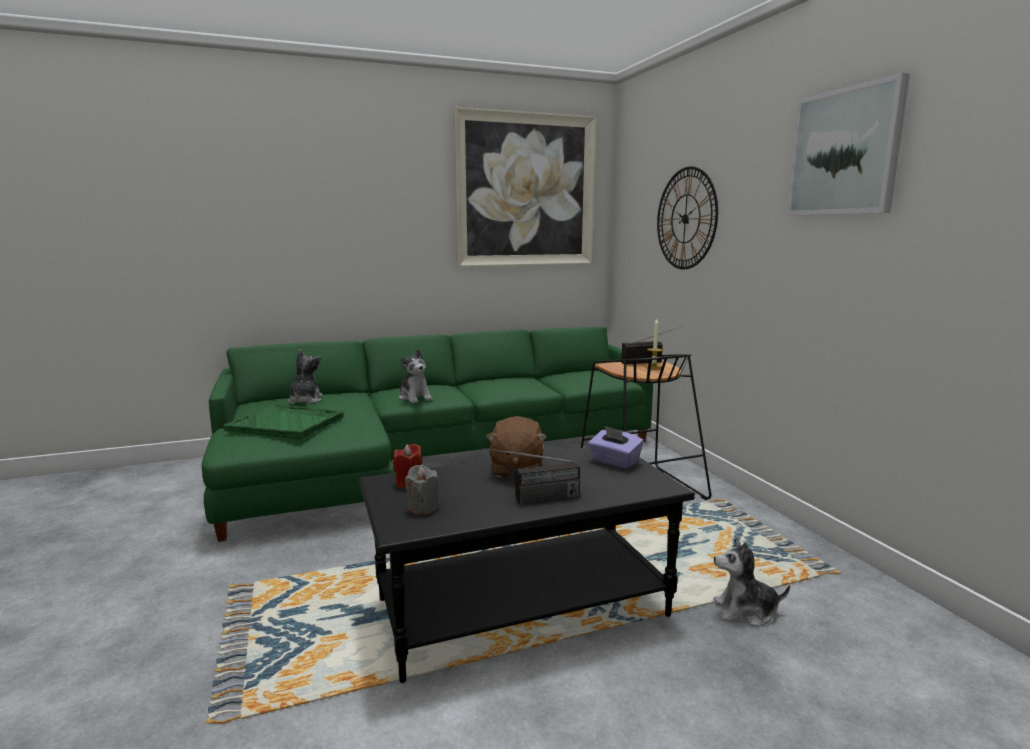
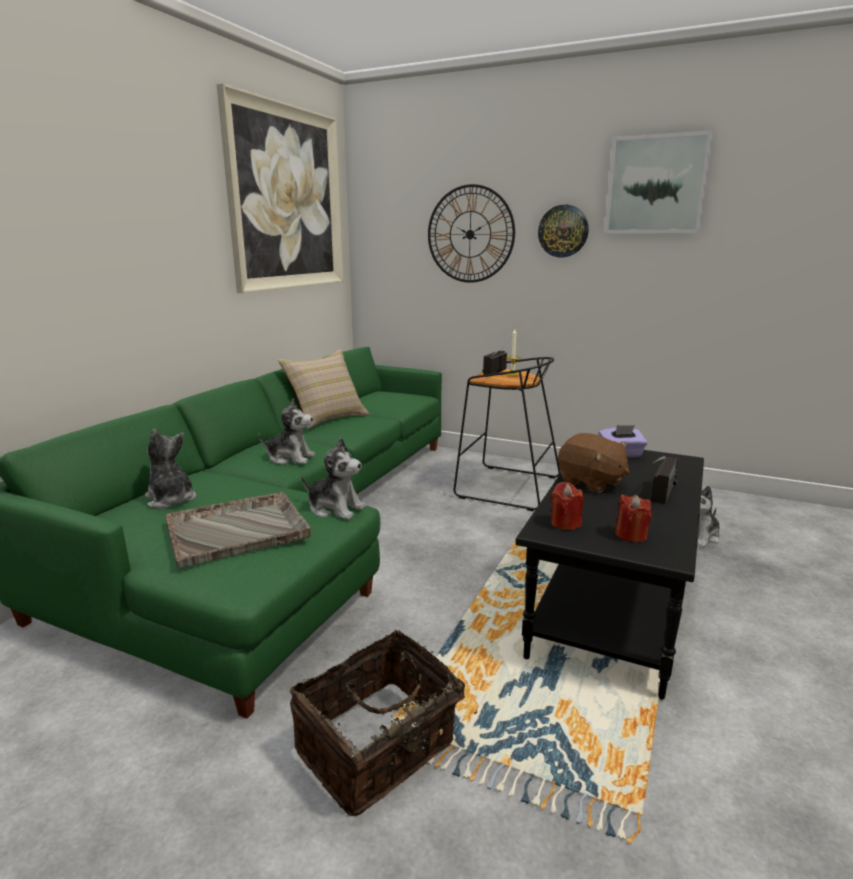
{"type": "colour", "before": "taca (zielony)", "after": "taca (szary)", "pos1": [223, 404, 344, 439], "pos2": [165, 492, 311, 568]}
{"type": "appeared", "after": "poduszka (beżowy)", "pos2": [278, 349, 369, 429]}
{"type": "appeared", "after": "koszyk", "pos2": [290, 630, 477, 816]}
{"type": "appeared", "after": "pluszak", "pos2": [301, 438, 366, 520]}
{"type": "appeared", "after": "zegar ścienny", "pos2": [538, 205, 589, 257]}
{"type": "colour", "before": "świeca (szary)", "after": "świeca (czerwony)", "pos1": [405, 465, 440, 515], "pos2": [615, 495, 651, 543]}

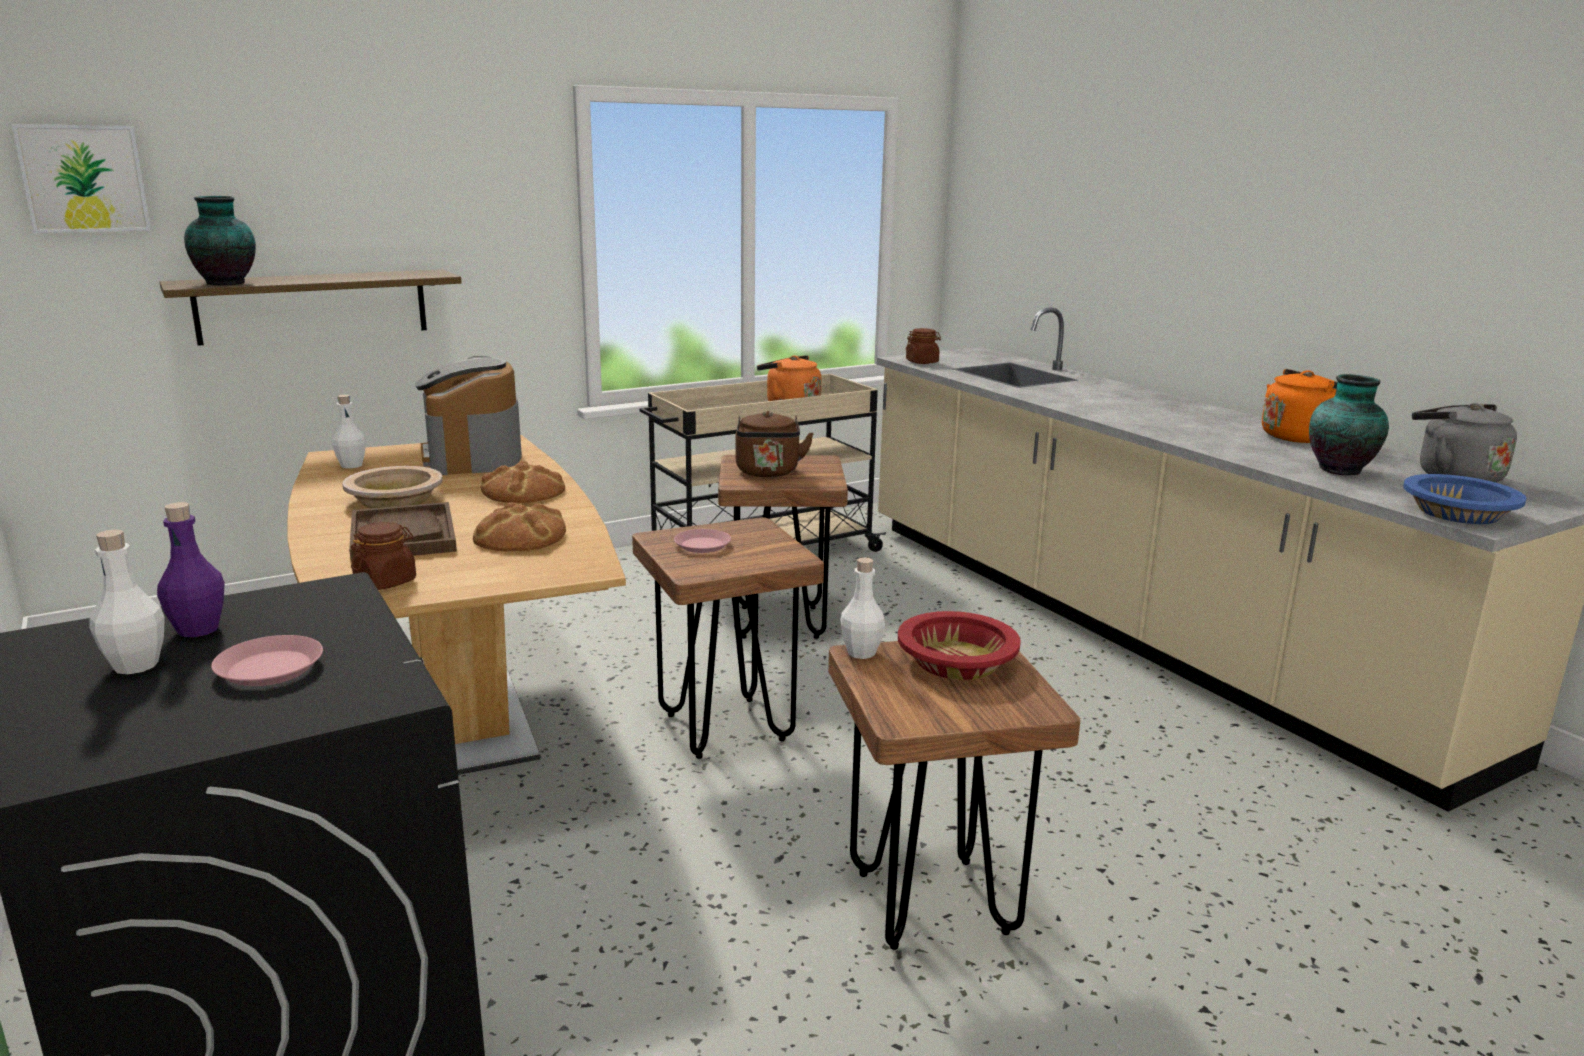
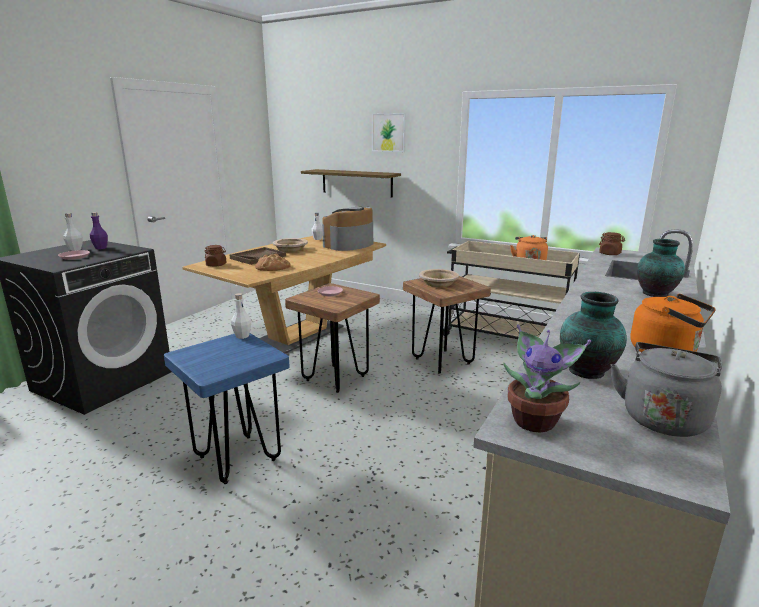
{"type": "colour", "before": "stołek (brązowy)", "after": "stołek (niebieski)", "pos1": [828, 641, 1080, 950], "pos2": [164, 333, 290, 484]}
{"type": "relocated", "before": "obraz", "pos1": [12, 124, 151, 233], "pos2": [372, 113, 406, 152]}
{"type": "exchanged", "before": "czajnik (brązowy)", "after": "miska (beżowy)", "pos1": [735, 411, 814, 477], "pos2": [419, 269, 459, 287]}
{"type": "exchanged", "before": "miska (niebieski)", "after": "roślina doniczkowa", "pos1": [1403, 474, 1526, 524], "pos2": [503, 324, 591, 433]}
{"type": "relocated", "before": "wazon", "pos1": [184, 196, 256, 285], "pos2": [637, 239, 685, 297]}
{"type": "missing", "before": "chleb", "pos1": [481, 460, 565, 503]}
{"type": "missing", "before": "miska (czerwony)", "pos1": [898, 611, 1021, 680]}

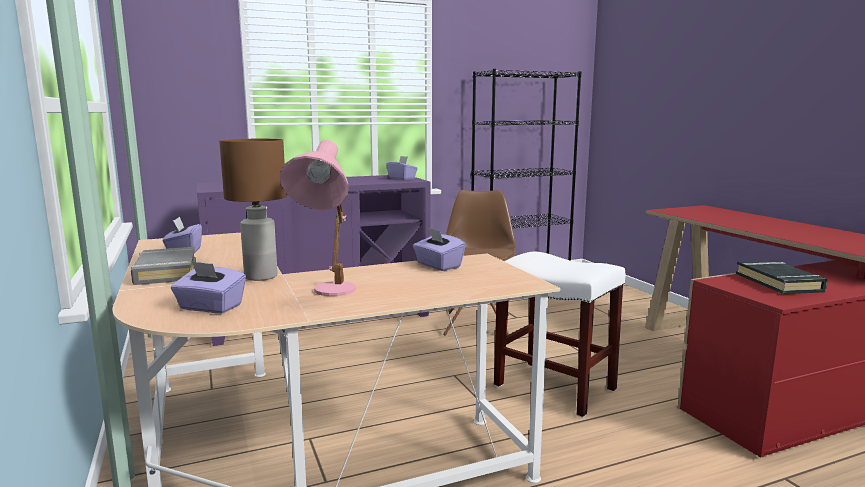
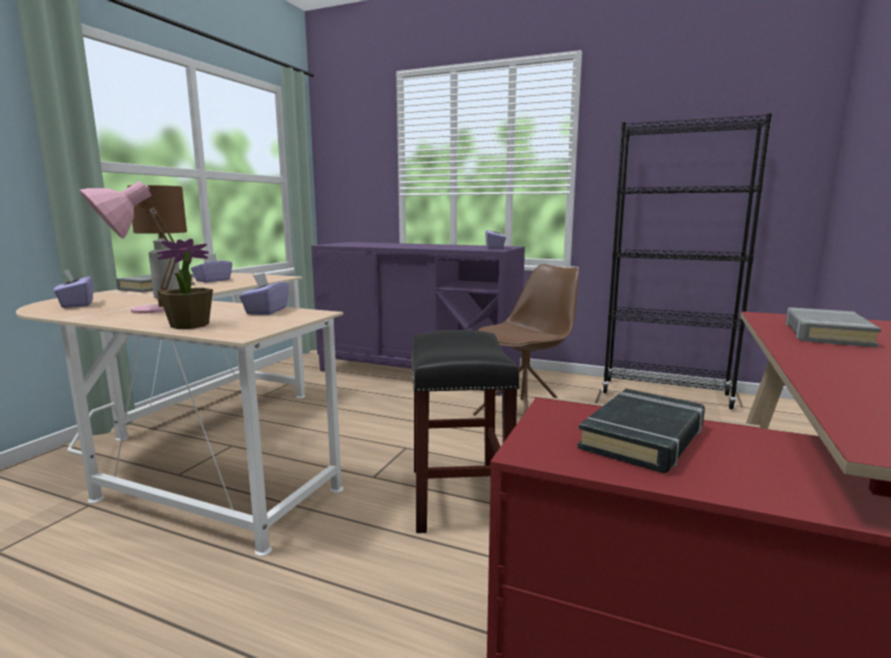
{"type": "appeared", "after": "roślina doniczkowa", "pos2": [156, 239, 213, 329]}
{"type": "colour", "before": "stołek (biały)", "after": "stołek (czarny)", "pos1": [494, 252, 625, 418], "pos2": [412, 330, 520, 533]}
{"type": "appeared", "after": "książka (szary)", "pos2": [786, 307, 881, 348]}

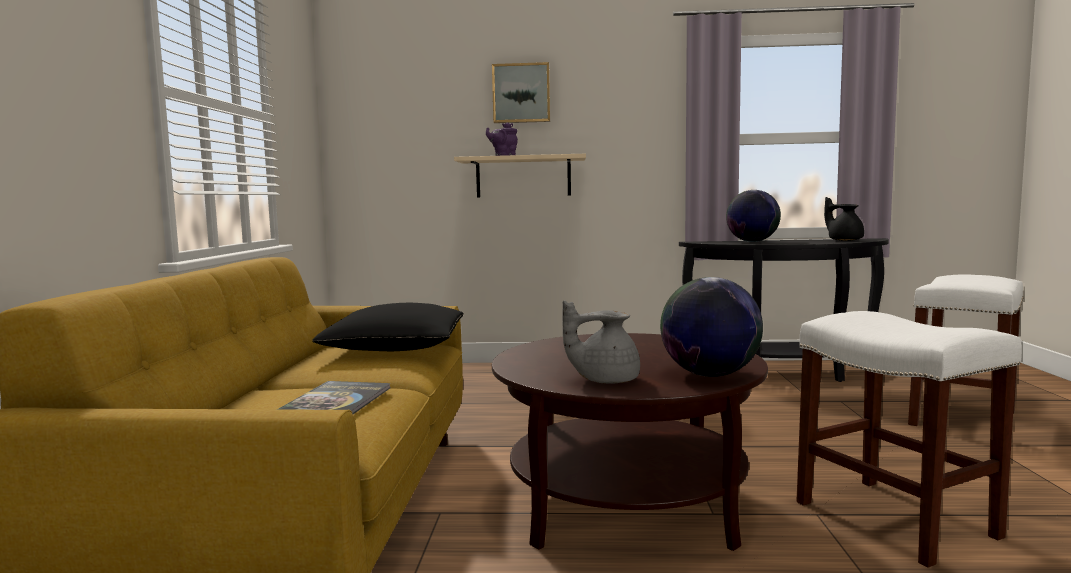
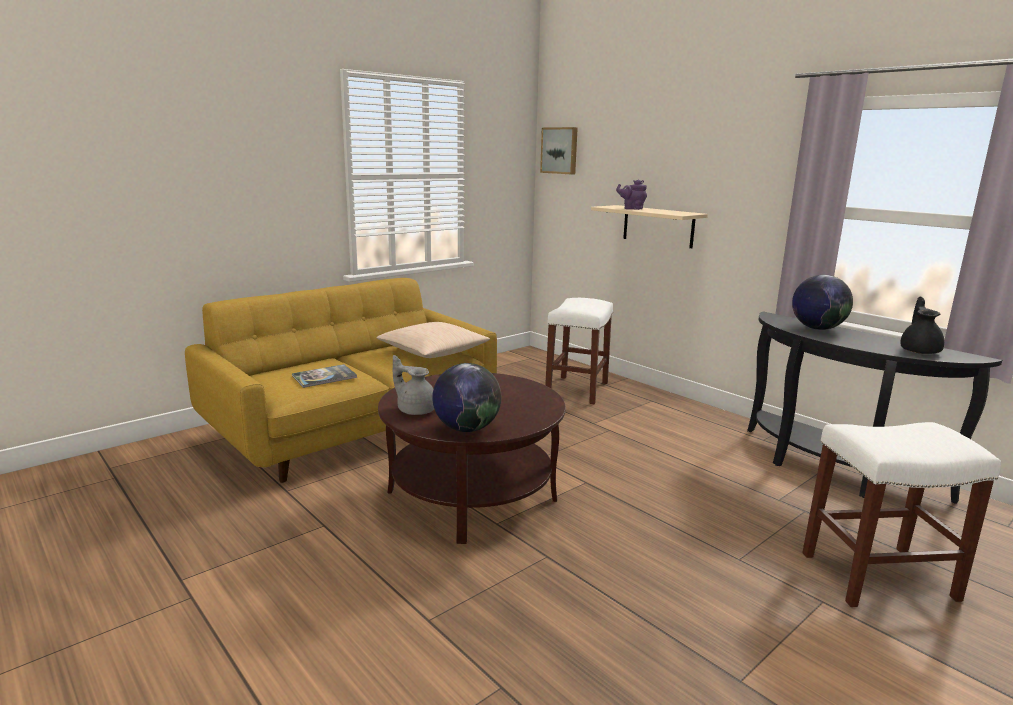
{"type": "colour", "before": "poduszka (czarny)", "after": "poduszka (beżowy)", "pos1": [312, 303, 464, 351], "pos2": [376, 322, 490, 358]}
{"type": "relocated", "before": "obraz", "pos1": [492, 62, 550, 123], "pos2": [540, 127, 578, 174]}
{"type": "relocated", "before": "stołek (biały)", "pos1": [796, 311, 1022, 568], "pos2": [545, 298, 613, 404]}

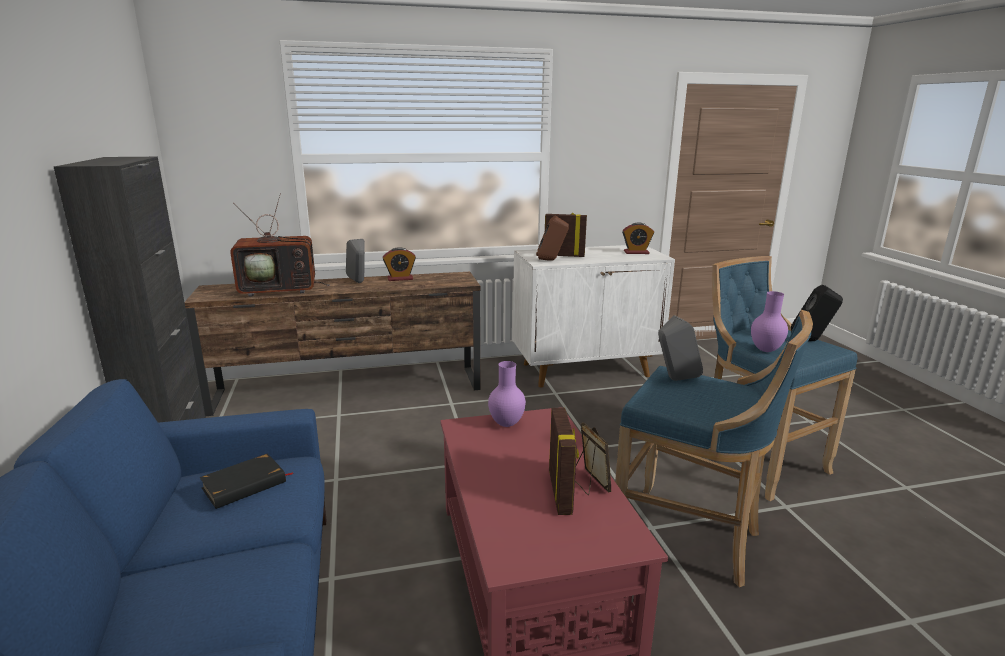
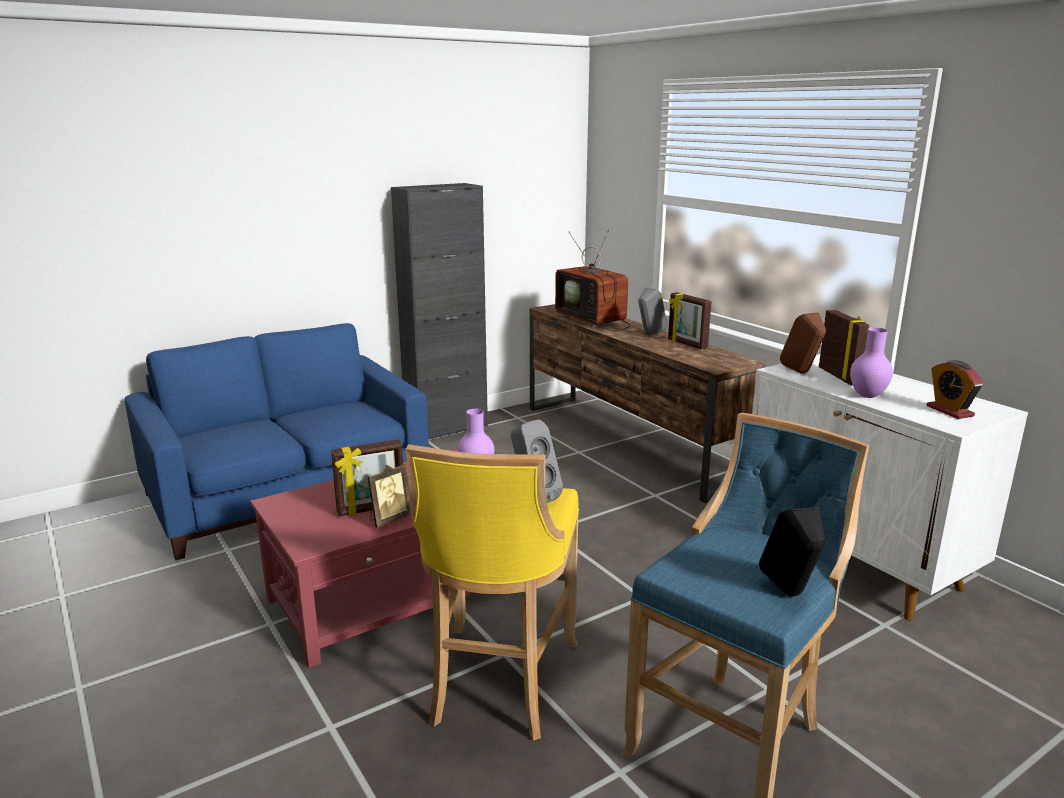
{"type": "colour", "before": "stołek (niebieski)", "after": "stołek (żółty)", "pos1": [615, 310, 813, 587], "pos2": [405, 444, 579, 741]}
{"type": "exchanged", "before": "budzik", "after": "ramka na zdjęcie", "pos1": [383, 247, 416, 281], "pos2": [668, 292, 712, 350]}
{"type": "relocated", "before": "wazon (fioletowy)", "pos1": [751, 291, 788, 352], "pos2": [850, 327, 893, 398]}
{"type": "missing", "before": "książka (czarny)", "pos1": [199, 453, 293, 509]}

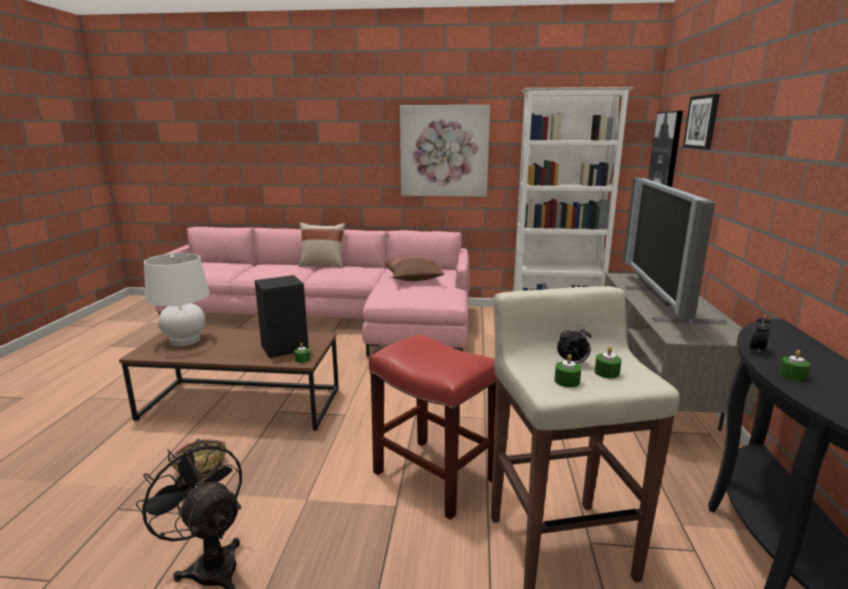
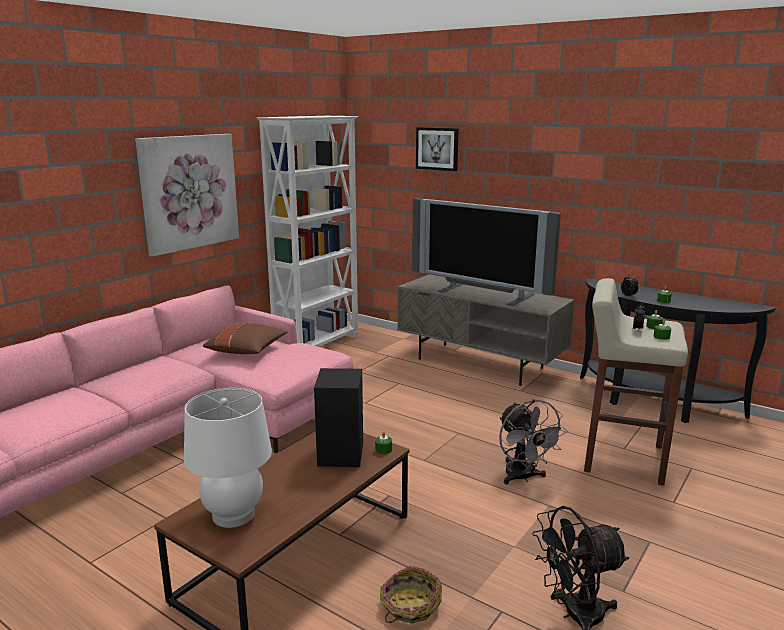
{"type": "exchanged", "before": "stołek (czerwony)", "after": "wentylator (szary)", "pos1": [369, 334, 496, 520], "pos2": [499, 399, 567, 484]}
{"type": "missing", "before": "poduszka (beżowy)", "pos1": [298, 222, 345, 268]}
{"type": "missing", "before": "obraz", "pos1": [648, 111, 683, 187]}

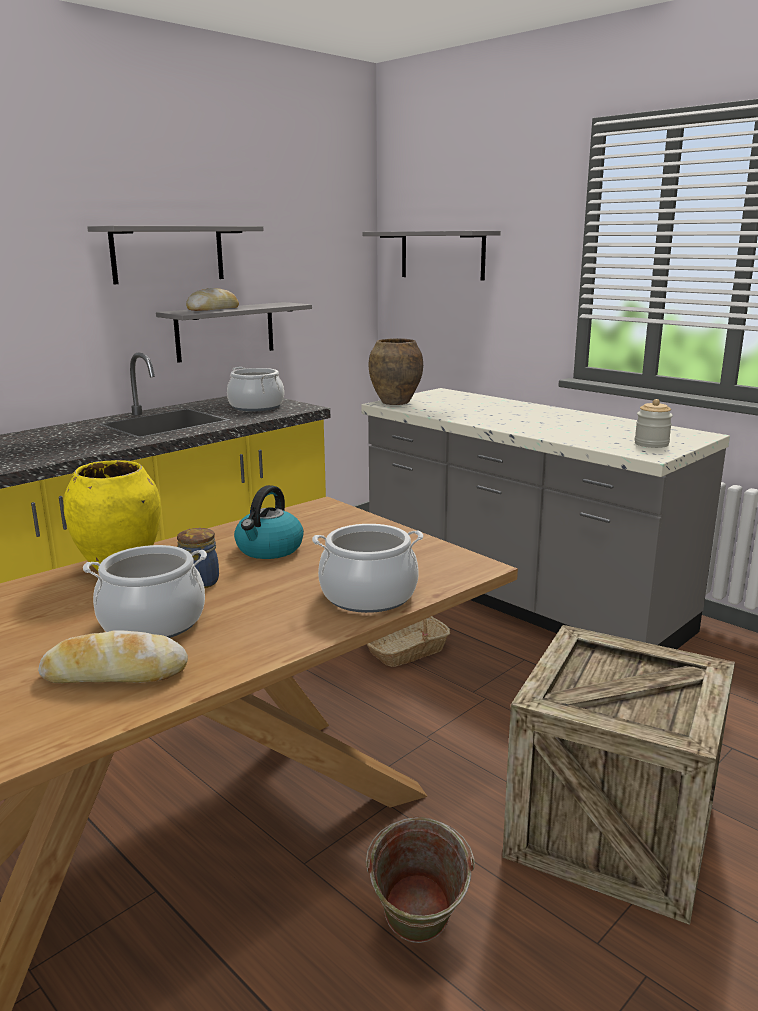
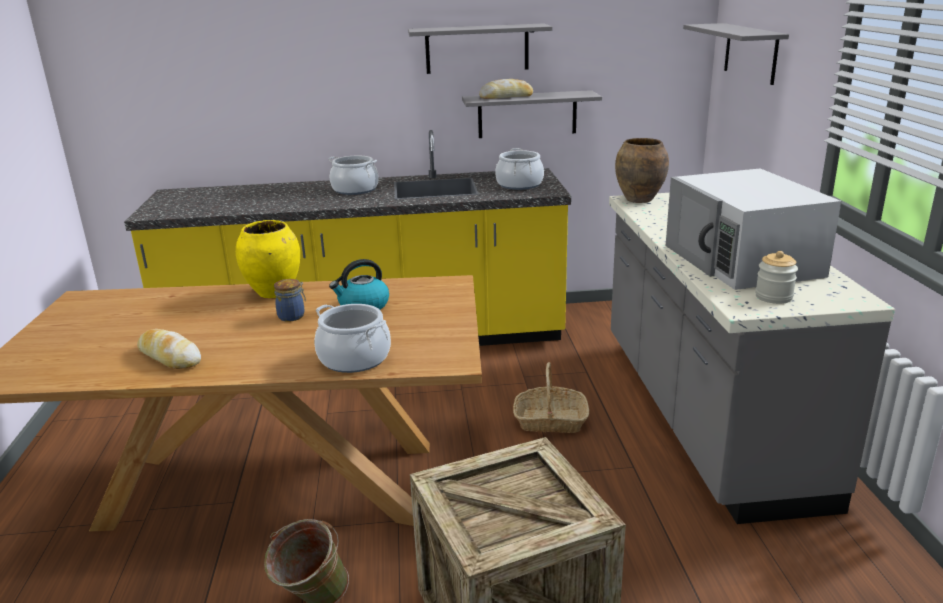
{"type": "relocated", "before": "garnek", "pos1": [83, 545, 207, 638], "pos2": [328, 156, 379, 195]}
{"type": "appeared", "after": "mikrofalówka (biały)", "pos2": [666, 168, 841, 290]}

